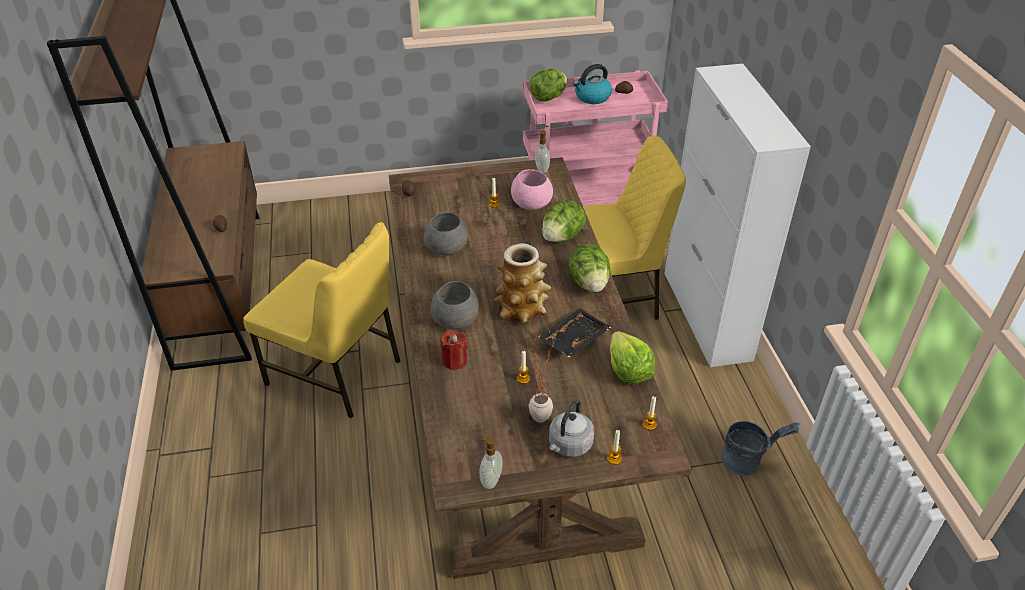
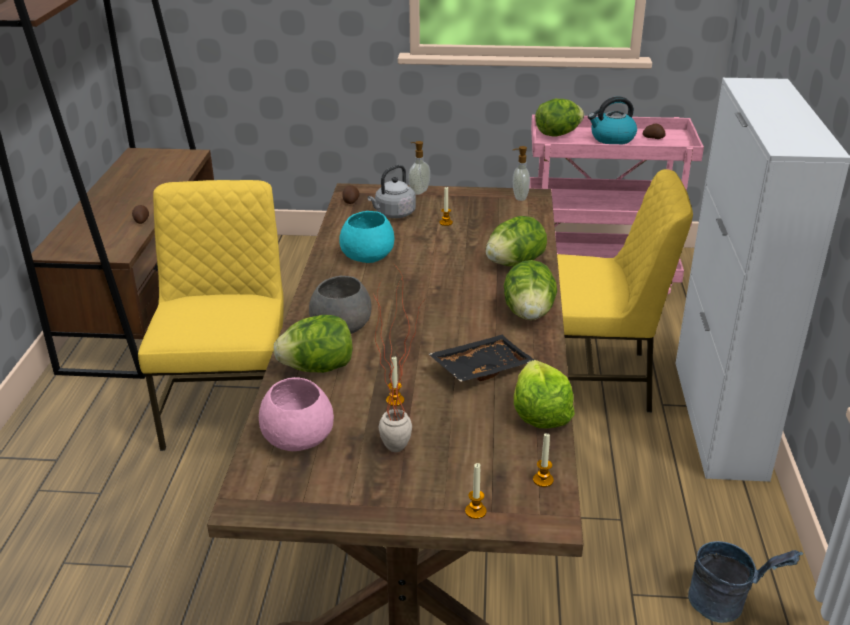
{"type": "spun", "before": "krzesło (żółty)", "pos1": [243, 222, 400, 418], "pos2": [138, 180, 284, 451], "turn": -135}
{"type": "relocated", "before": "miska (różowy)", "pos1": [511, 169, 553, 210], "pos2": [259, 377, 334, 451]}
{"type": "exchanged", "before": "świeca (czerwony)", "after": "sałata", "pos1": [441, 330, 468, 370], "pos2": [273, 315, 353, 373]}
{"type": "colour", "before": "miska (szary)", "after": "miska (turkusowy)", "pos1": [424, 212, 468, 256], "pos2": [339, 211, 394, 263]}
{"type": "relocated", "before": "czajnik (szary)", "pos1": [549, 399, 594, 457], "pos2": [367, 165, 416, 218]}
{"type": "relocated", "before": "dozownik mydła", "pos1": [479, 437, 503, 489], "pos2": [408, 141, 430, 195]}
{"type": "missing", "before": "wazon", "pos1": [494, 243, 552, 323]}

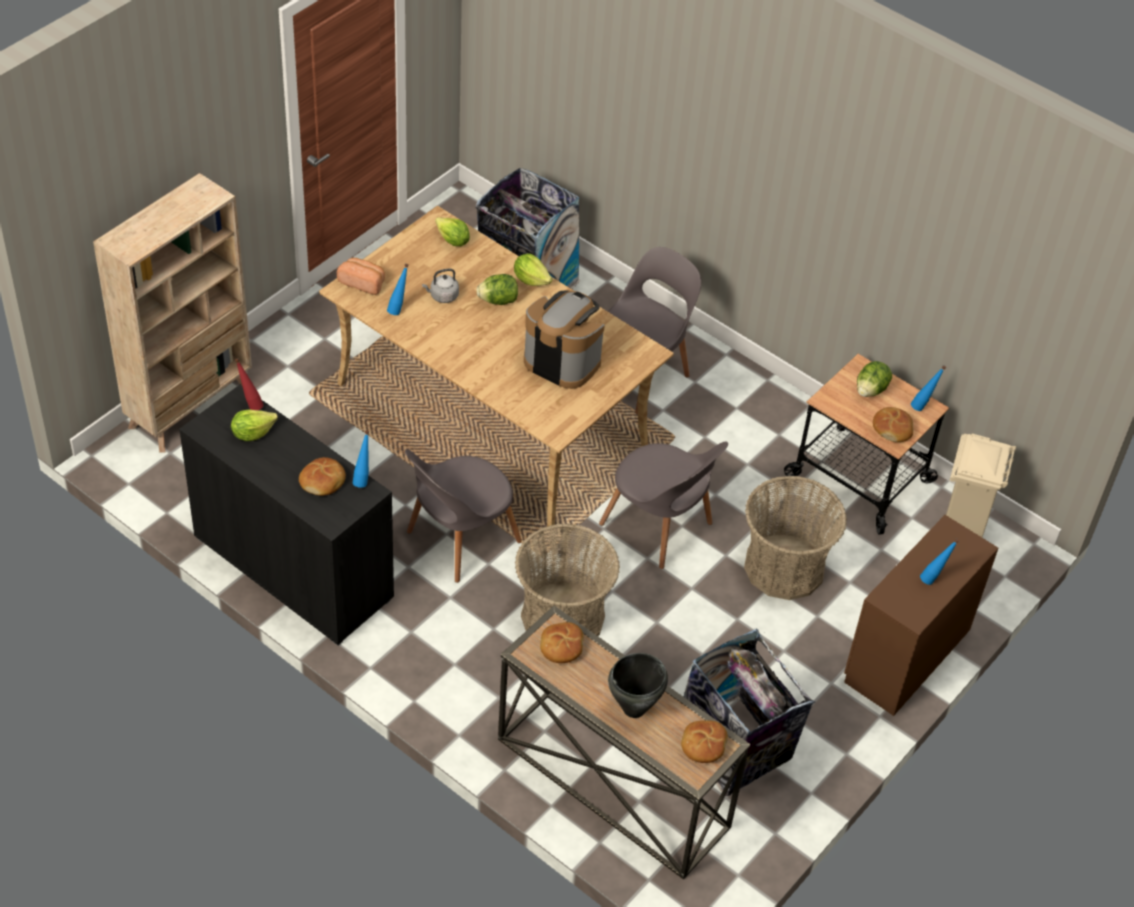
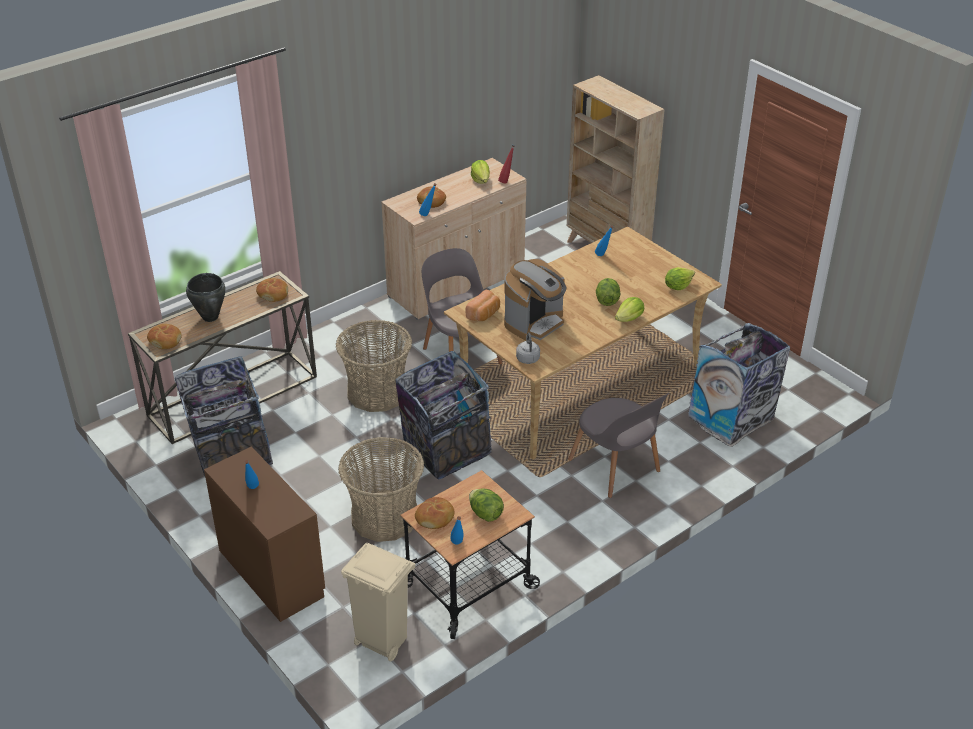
{"type": "colour", "before": "szafka (czarny)", "after": "szafka (beżowy)", "pos1": [179, 385, 394, 646], "pos2": [381, 158, 526, 320]}
{"type": "exchanged", "before": "krzesło (szary)", "after": "kosz na śmieci", "pos1": [599, 441, 728, 569], "pos2": [395, 351, 492, 480]}
{"type": "relocated", "before": "chleb", "pos1": [337, 258, 385, 295], "pos2": [466, 289, 500, 321]}
{"type": "relocated", "before": "czajnik (szary)", "pos1": [422, 268, 459, 303], "pos2": [516, 332, 540, 364]}

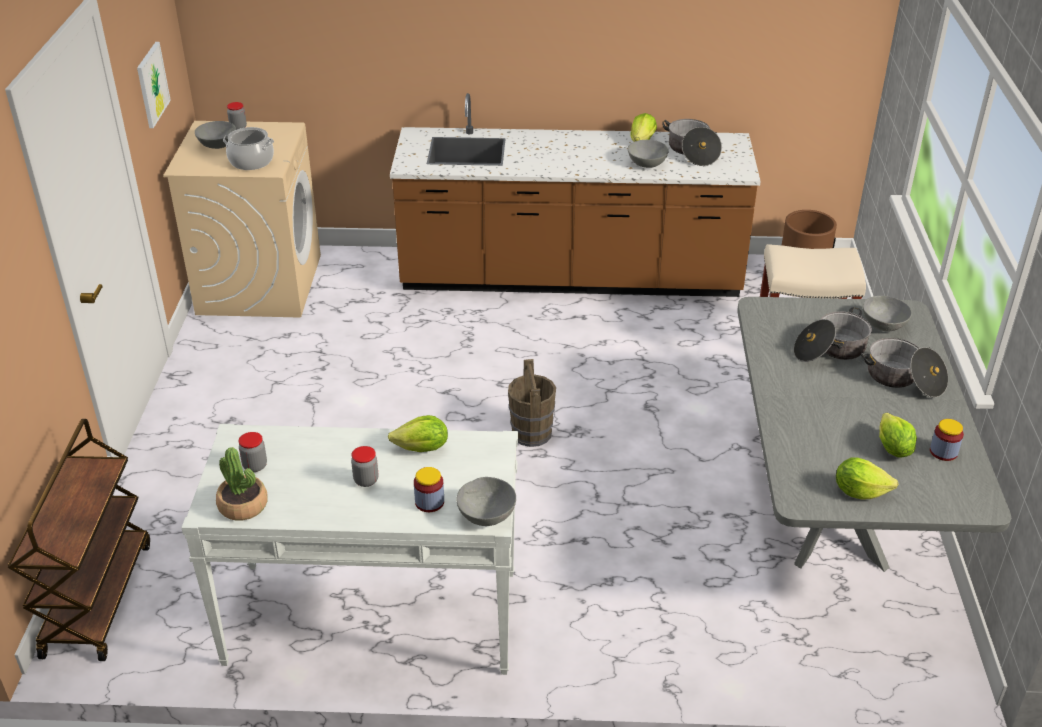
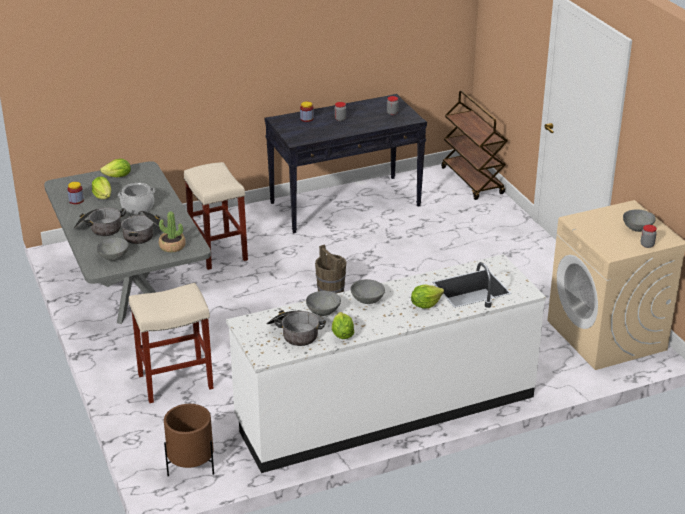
{"type": "relocated", "before": "garnek", "pos1": [223, 127, 274, 170], "pos2": [118, 183, 155, 214]}
{"type": "relocated", "before": "roślina doniczkowa", "pos1": [216, 447, 268, 521], "pos2": [159, 211, 186, 252]}
{"type": "appeared", "after": "stołek (beżowy)", "pos2": [184, 162, 248, 270]}
{"type": "colour", "before": "zabudowa kuchenna (brązowy)", "after": "zabudowa kuchenna (biały)", "pos1": [390, 93, 761, 297], "pos2": [226, 254, 546, 473]}
{"type": "colour", "before": "stolik konsolowy (biały)", "after": "stolik konsolowy (czarny)", "pos1": [181, 424, 518, 675], "pos2": [265, 94, 427, 233]}
{"type": "relocated", "before": "miska (szary)", "pos1": [456, 477, 516, 526], "pos2": [351, 279, 385, 304]}
{"type": "relocated", "before": "sałata", "pos1": [388, 415, 448, 452], "pos2": [411, 284, 444, 309]}
{"type": "missing", "before": "obraz", "pos1": [137, 42, 171, 128]}

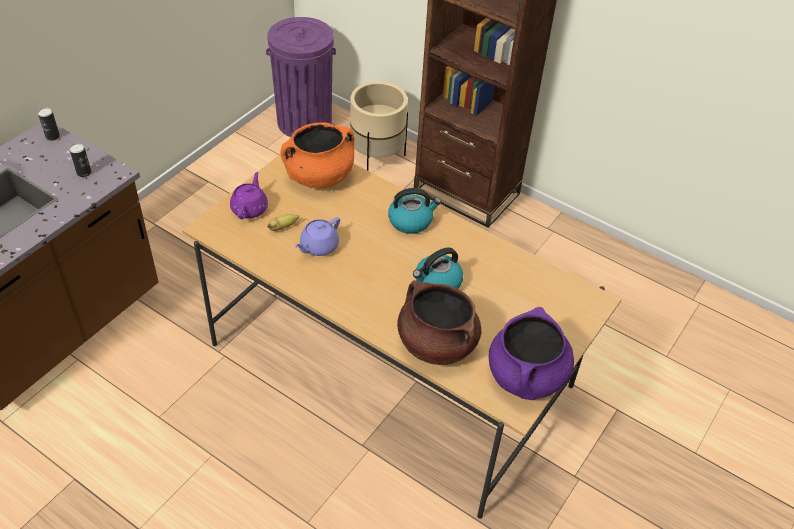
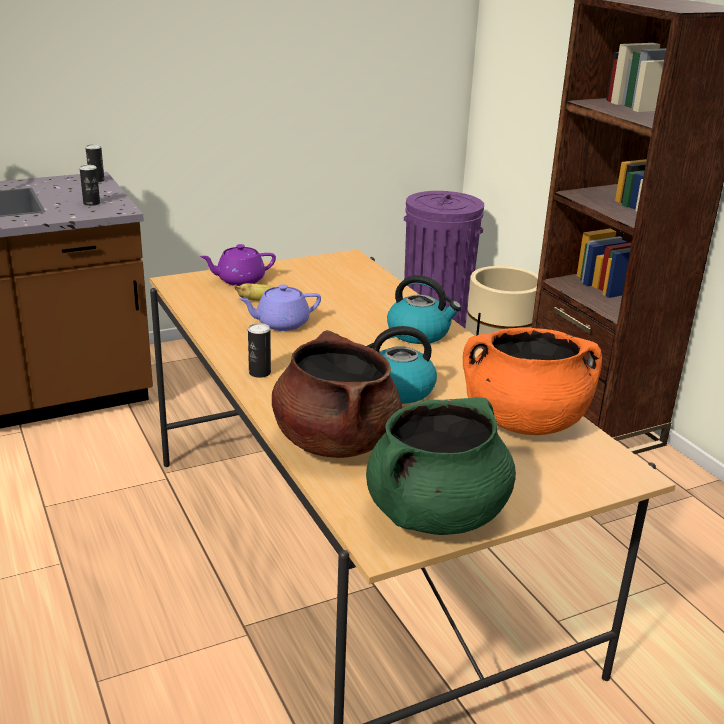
{"type": "spun", "before": "imbryk (fioletowy)", "pos1": [230, 172, 268, 219], "pos2": [200, 244, 276, 286], "turn": -150}
{"type": "appeared", "after": "puszka", "pos2": [248, 323, 271, 378]}
{"type": "colour", "before": "garnek (fioletowy)", "after": "garnek (zielony)", "pos1": [489, 307, 574, 400], "pos2": [366, 397, 516, 535]}
{"type": "relocated", "before": "garnek (pomarańczowy)", "pos1": [280, 122, 354, 188], "pos2": [463, 327, 602, 435]}

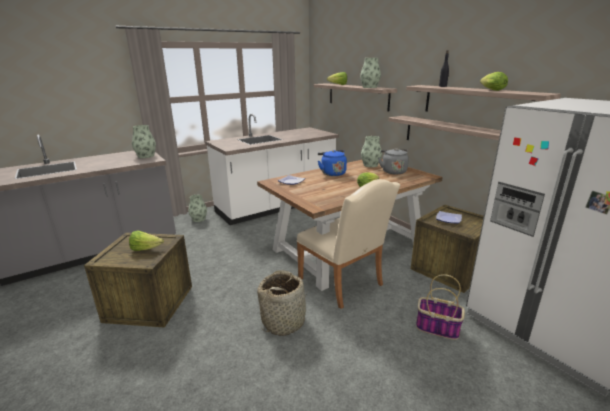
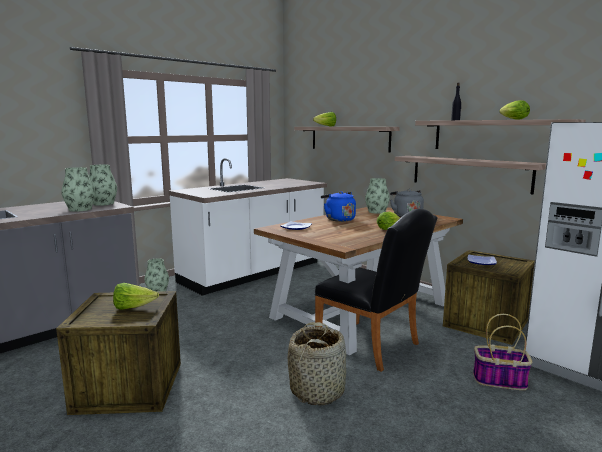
{"type": "relocated", "before": "wazon", "pos1": [360, 58, 381, 88], "pos2": [61, 167, 95, 212]}
{"type": "colour", "before": "krzesło (beżowy)", "after": "krzesło (czarny)", "pos1": [297, 179, 400, 309], "pos2": [314, 209, 438, 372]}

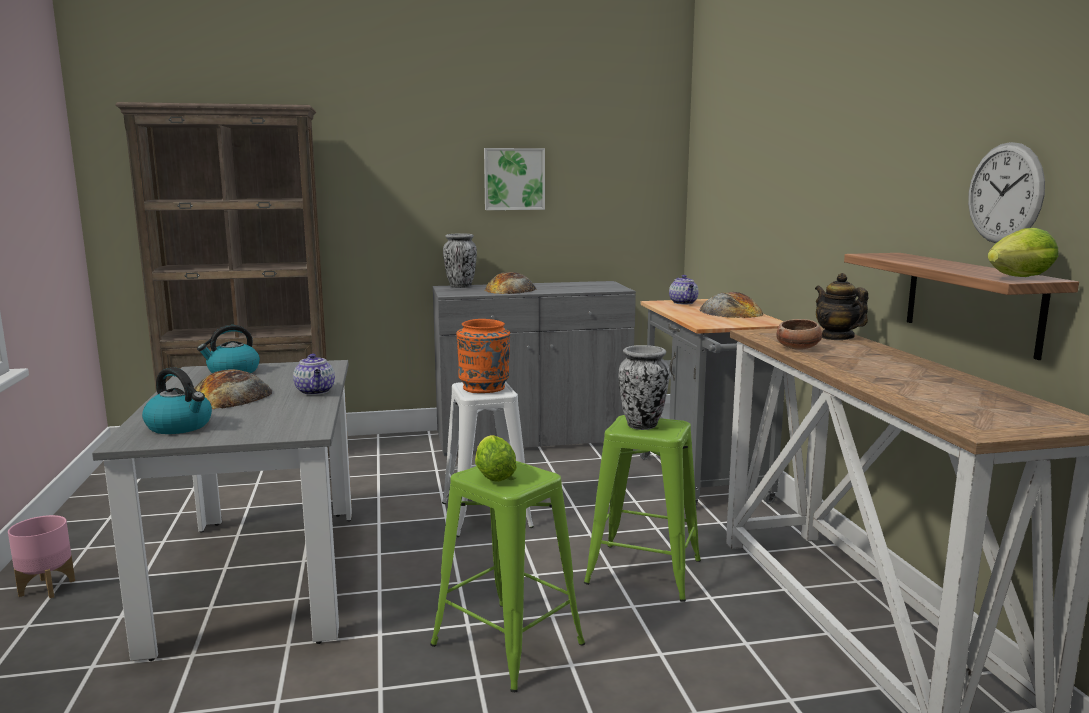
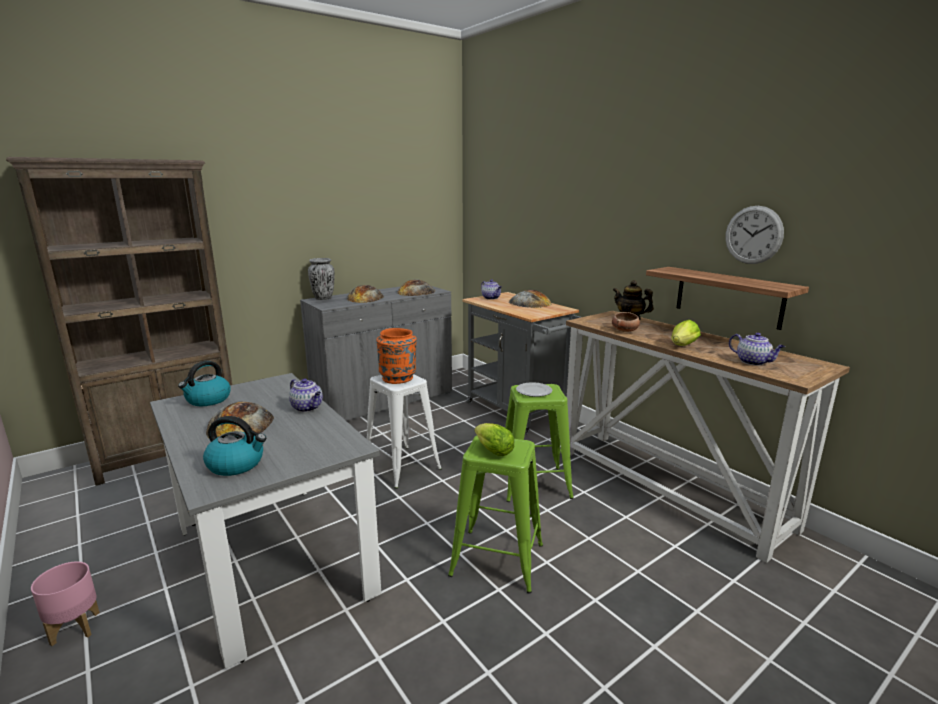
{"type": "appeared", "after": "chleb", "pos2": [397, 280, 435, 296]}
{"type": "exchanged", "before": "wazon", "after": "talerz", "pos1": [619, 345, 670, 430], "pos2": [516, 382, 552, 397]}
{"type": "relocated", "before": "sałata", "pos1": [987, 228, 1059, 277], "pos2": [671, 320, 701, 346]}
{"type": "appeared", "after": "imbryk", "pos2": [729, 332, 785, 366]}
{"type": "missing", "before": "obraz", "pos1": [484, 148, 545, 210]}

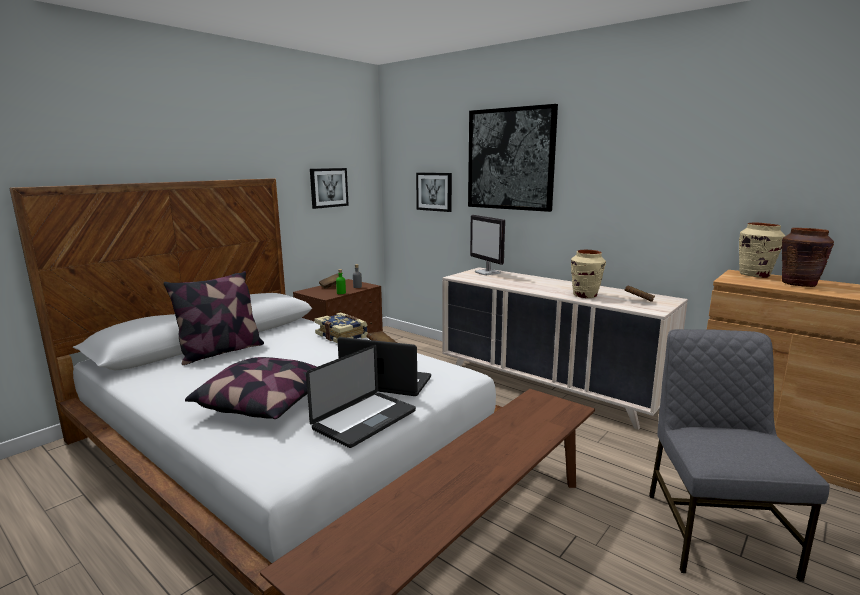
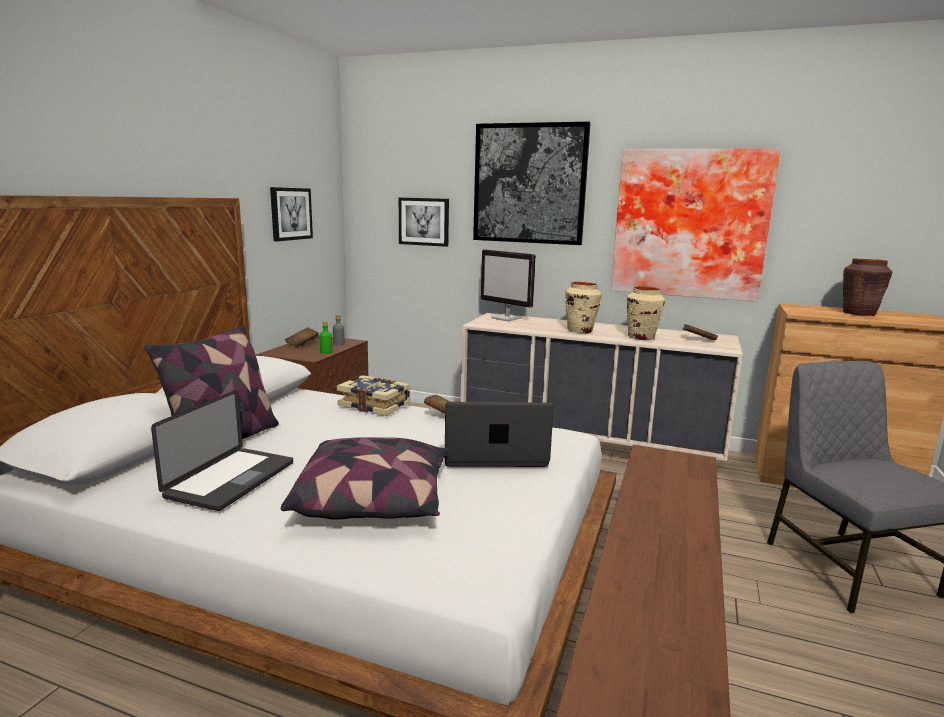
{"type": "relocated", "before": "laptop", "pos1": [306, 345, 416, 448], "pos2": [151, 390, 293, 511]}
{"type": "relocated", "before": "wazon (beżowy)", "pos1": [739, 223, 785, 278], "pos2": [565, 282, 602, 333]}
{"type": "appeared", "after": "obraz", "pos2": [611, 148, 781, 302]}

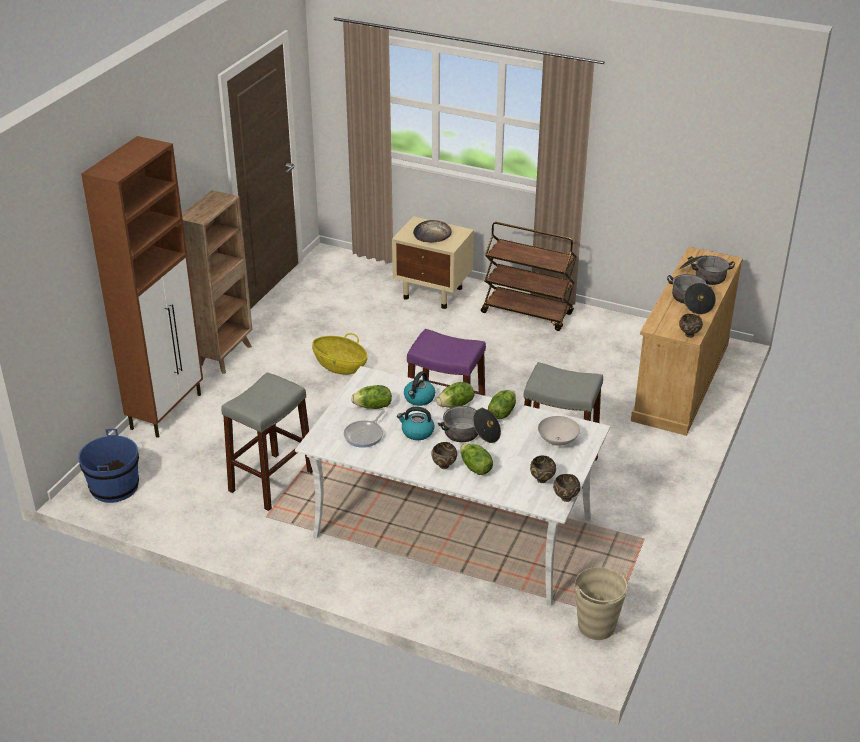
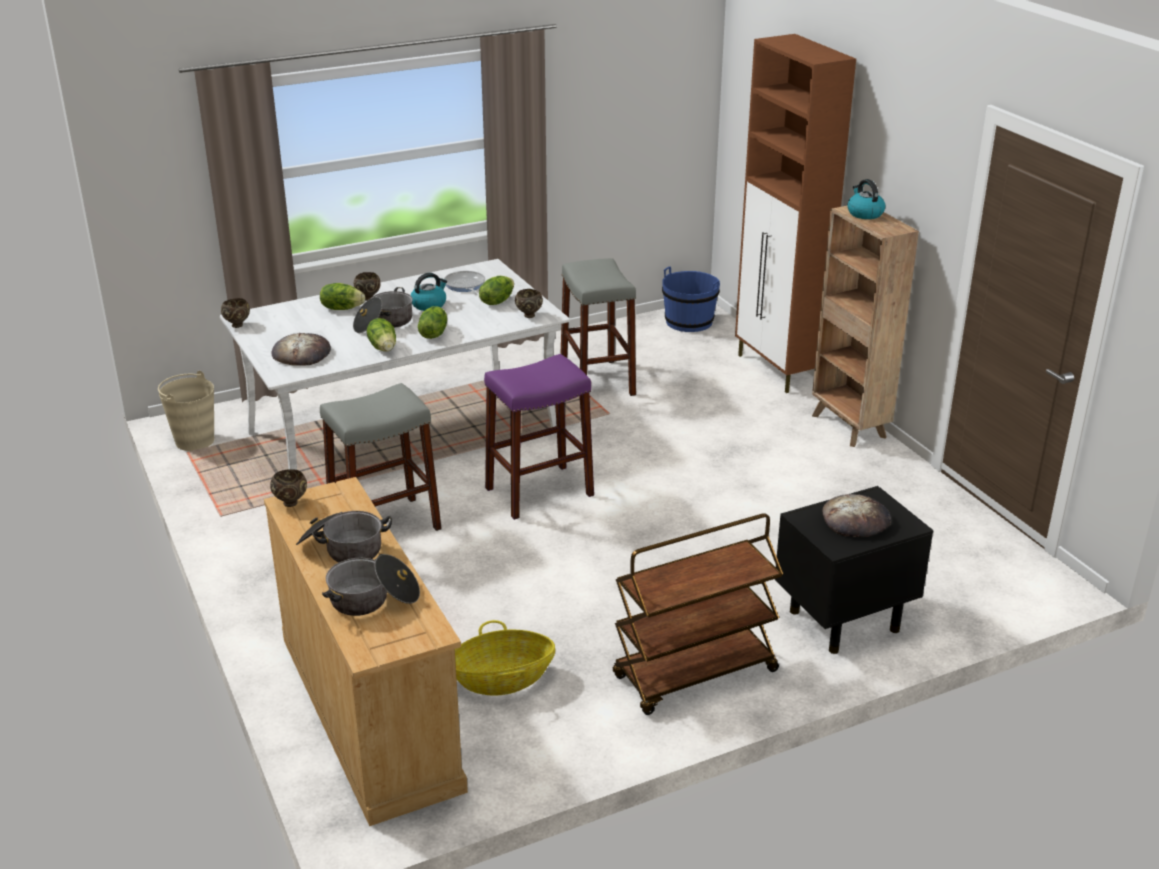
{"type": "exchanged", "before": "miska (biały)", "after": "chleb", "pos1": [538, 416, 580, 446], "pos2": [272, 333, 331, 366]}
{"type": "relocated", "before": "koszyk", "pos1": [312, 333, 367, 375], "pos2": [455, 620, 555, 696]}
{"type": "relocated", "before": "miska (brązowy)", "pos1": [530, 455, 556, 483], "pos2": [515, 289, 543, 318]}
{"type": "colour", "before": "szafka nocna (beżowy)", "after": "szafka nocna (czarny)", "pos1": [392, 216, 474, 309], "pos2": [775, 486, 934, 654]}
{"type": "relocated", "before": "czajnik", "pos1": [404, 371, 435, 406], "pos2": [847, 179, 885, 219]}

